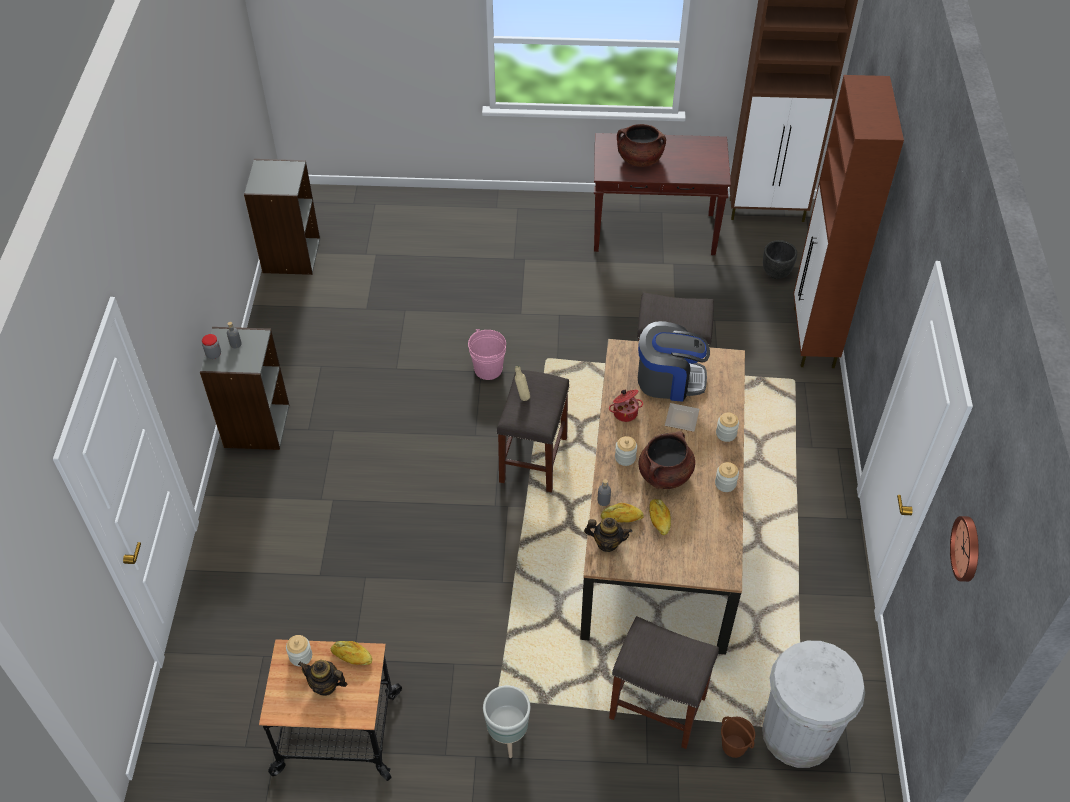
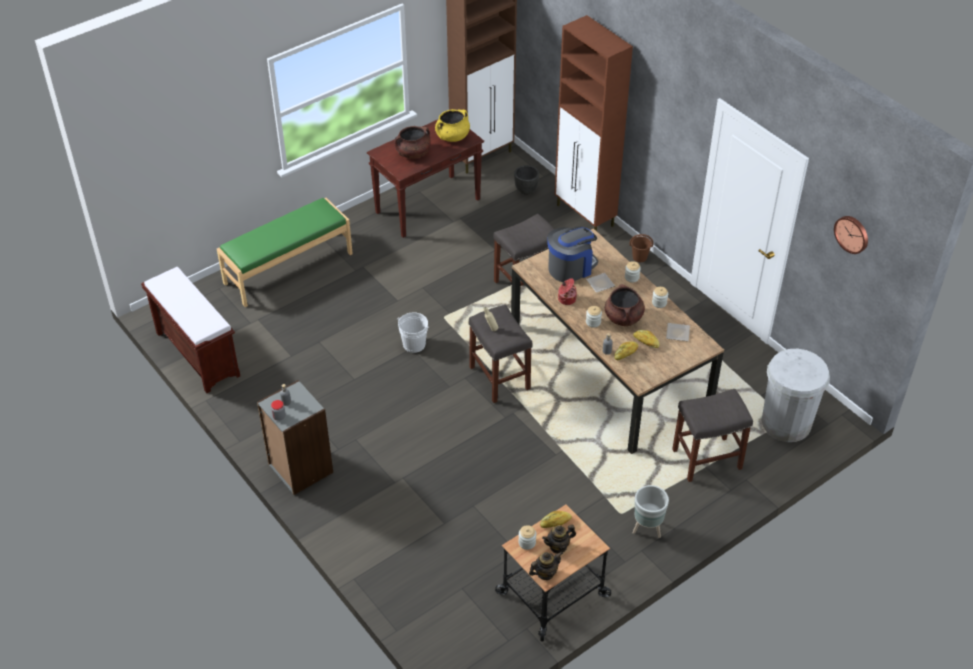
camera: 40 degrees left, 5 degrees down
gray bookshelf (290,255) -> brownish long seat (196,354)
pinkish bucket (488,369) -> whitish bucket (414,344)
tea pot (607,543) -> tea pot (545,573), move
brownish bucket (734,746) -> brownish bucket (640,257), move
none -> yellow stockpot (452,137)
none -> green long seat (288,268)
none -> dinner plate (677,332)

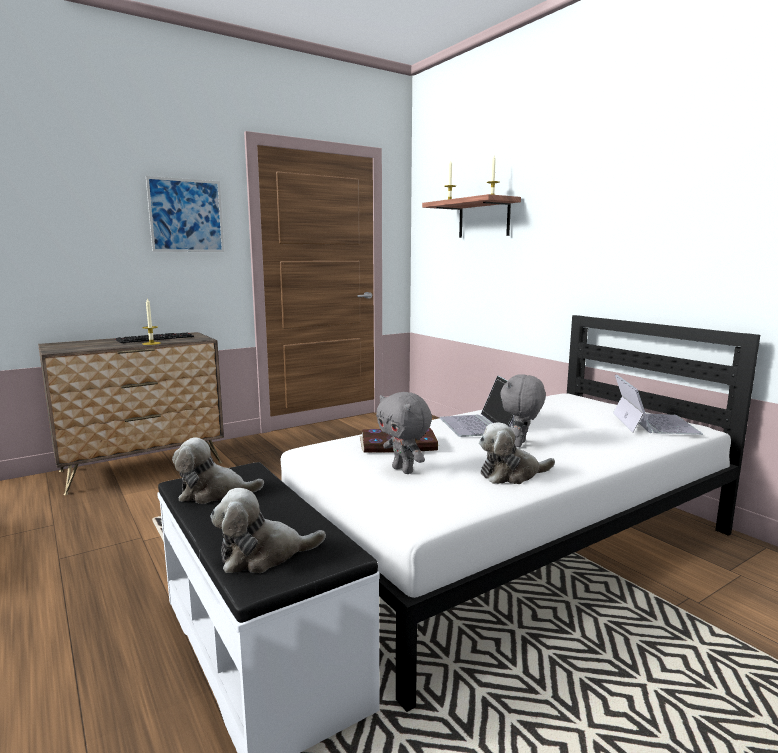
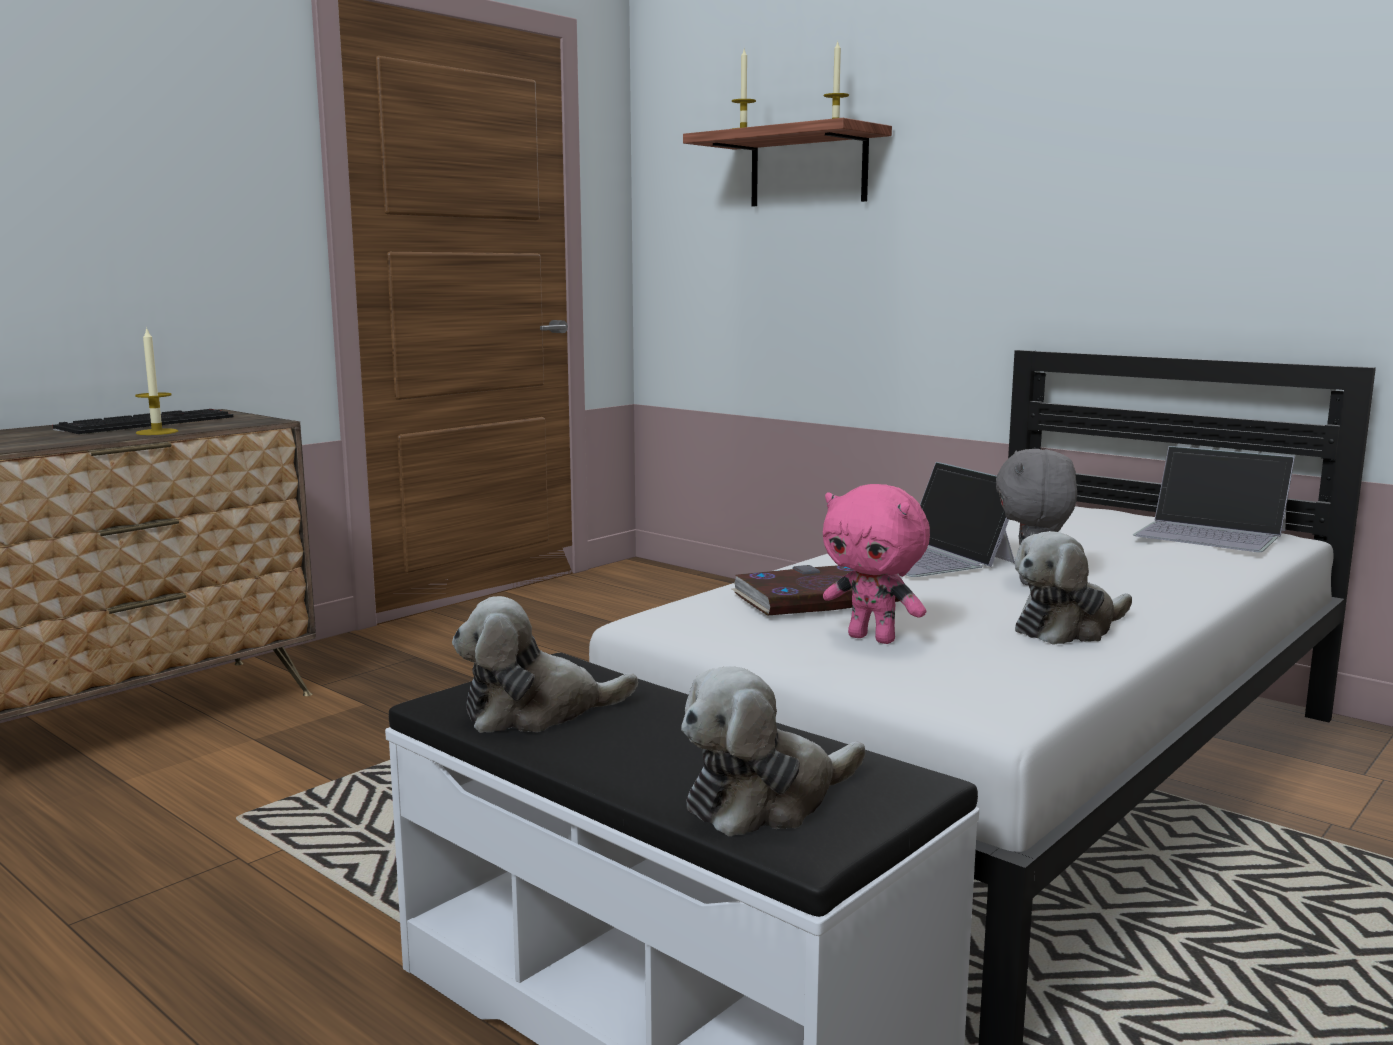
camera: 15 degrees left, 0 degrees up
picture (186,215) -> none
notebook computer (653,423) -> notebook computer (1211,533), 135 degrees clockwise
gray plush toy (404,470) -> pinkish plush toy (873,638)

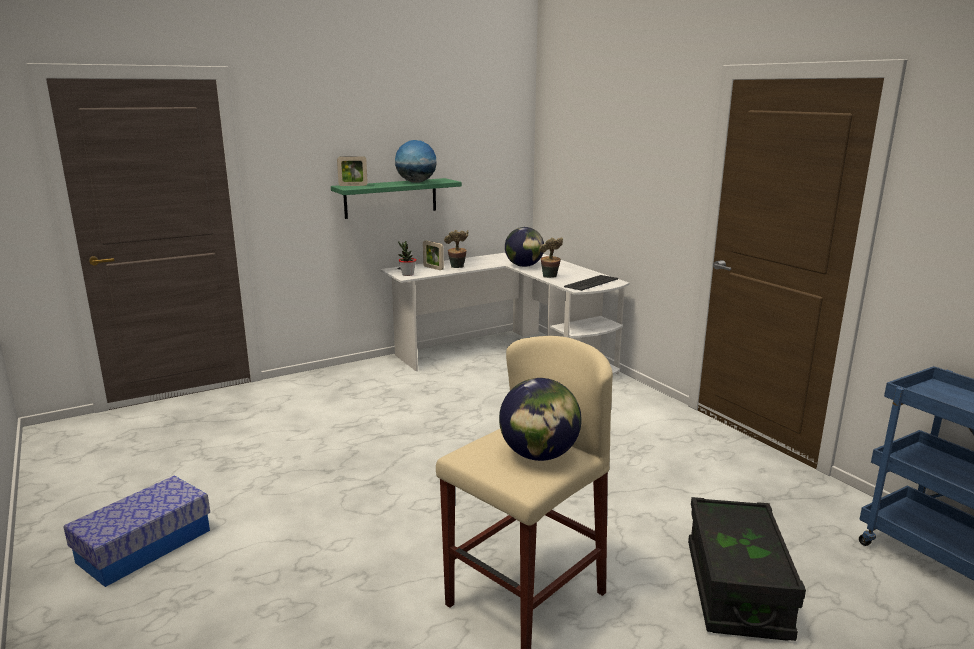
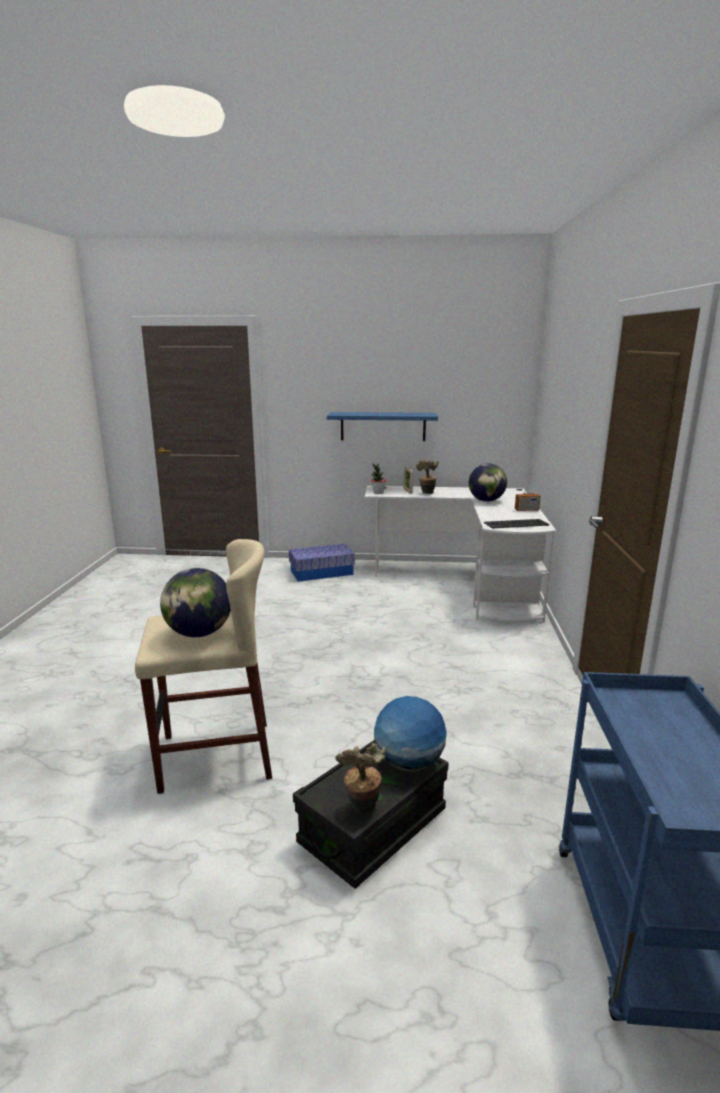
camera: 35 degrees right, 0 degrees up
desk globe (416,182) -> desk globe (408,763), move
photo frame (353,185) -> none
green shelf (391,198) -> blue shelf (383,426)
plant in a pot (550,277) -> plant in a pot (362,808), move
storage bin (145,546) -> storage bin (321,572), move
none -> radio (526,510)

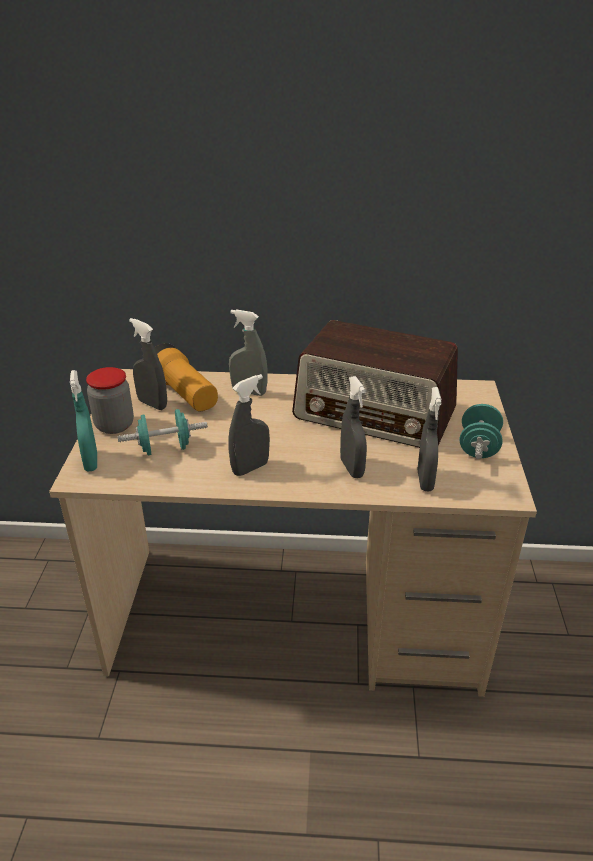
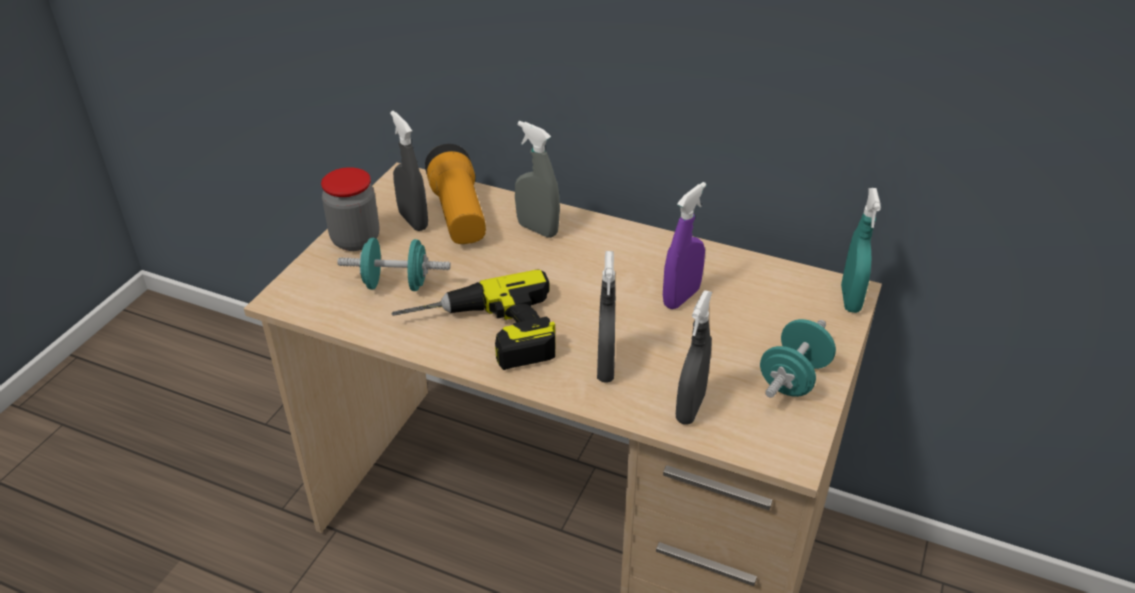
camera: 20 degrees right, 5 degrees up
radio (375,414) -> purple spray bottle (681,297)
turquoise-coloured spray bottle (91,462) -> turquoise-coloured spray bottle (850,299), move
gray spray bottle (250,468) -> electric drill (481,335)

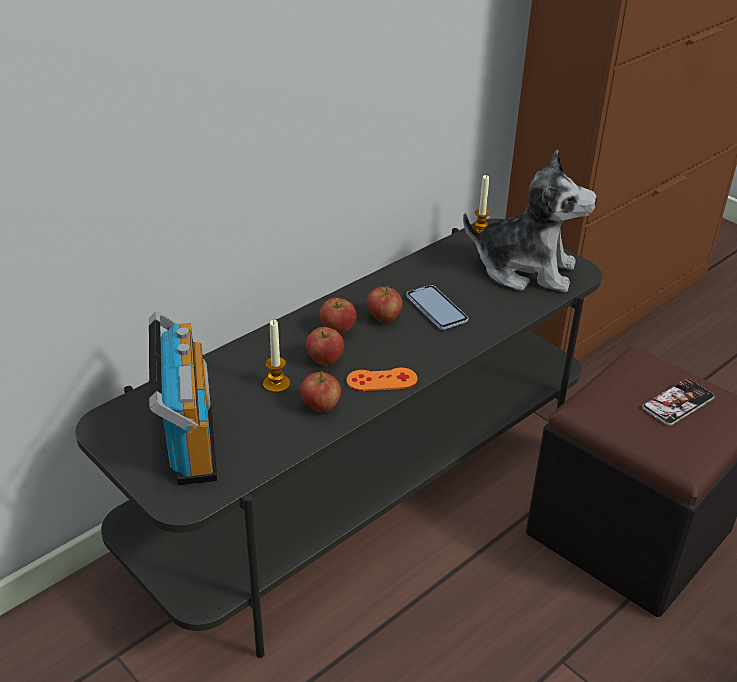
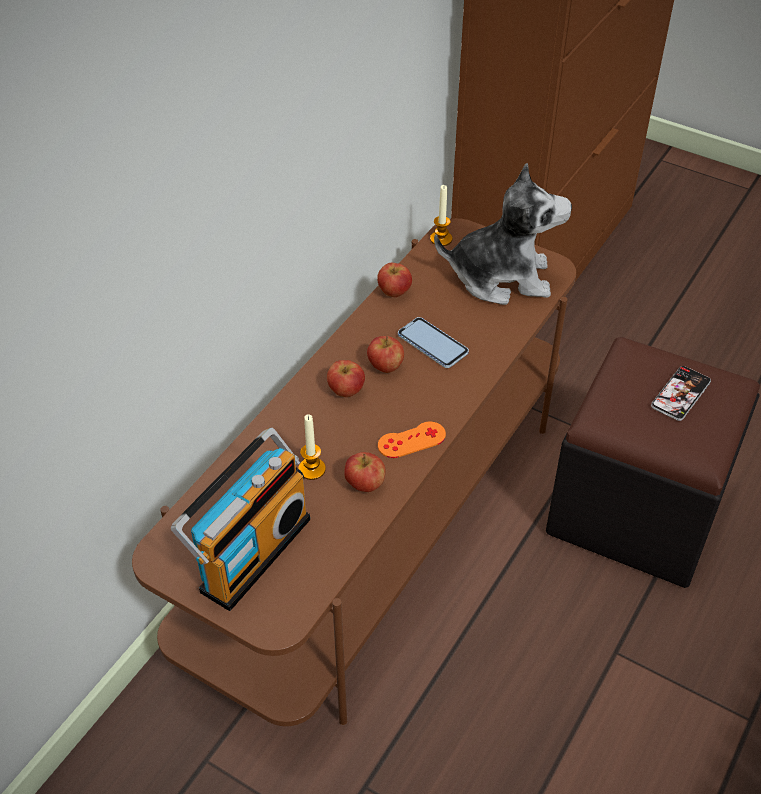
camera: 15 degrees left, 10 degrees up
gray media console (366,490) -> brownish media console (381,524)
radio (187,438) -> radio (251,551), 60 degrees clockwise
apple (325,360) -> apple (394,292), move

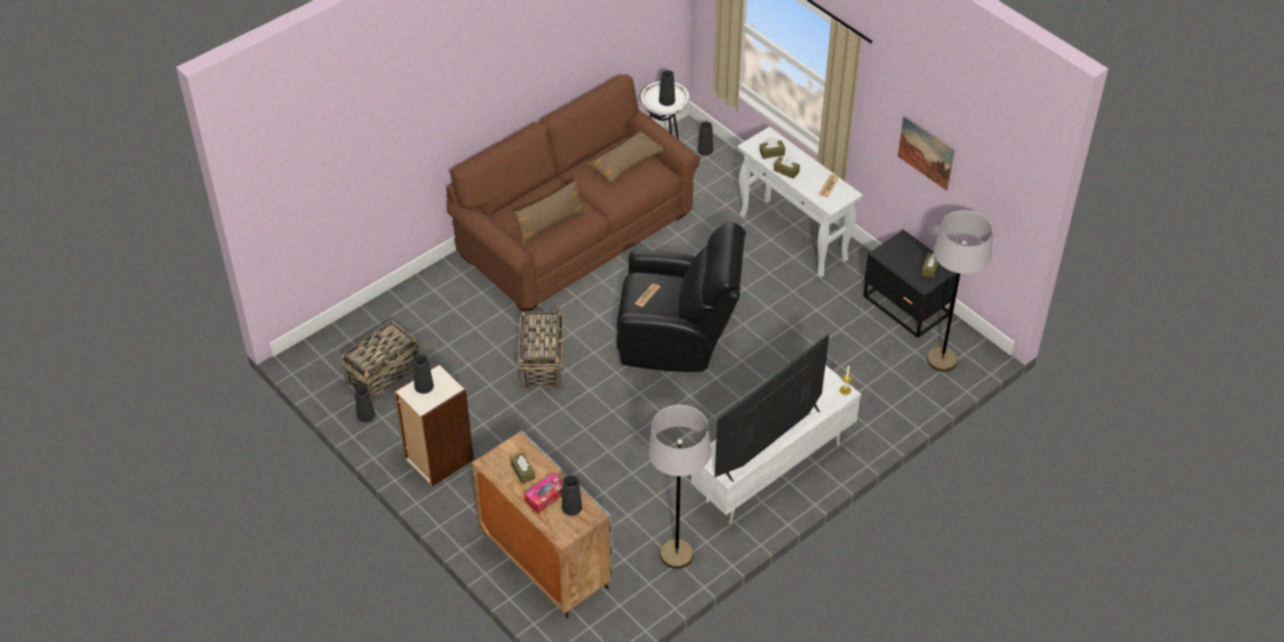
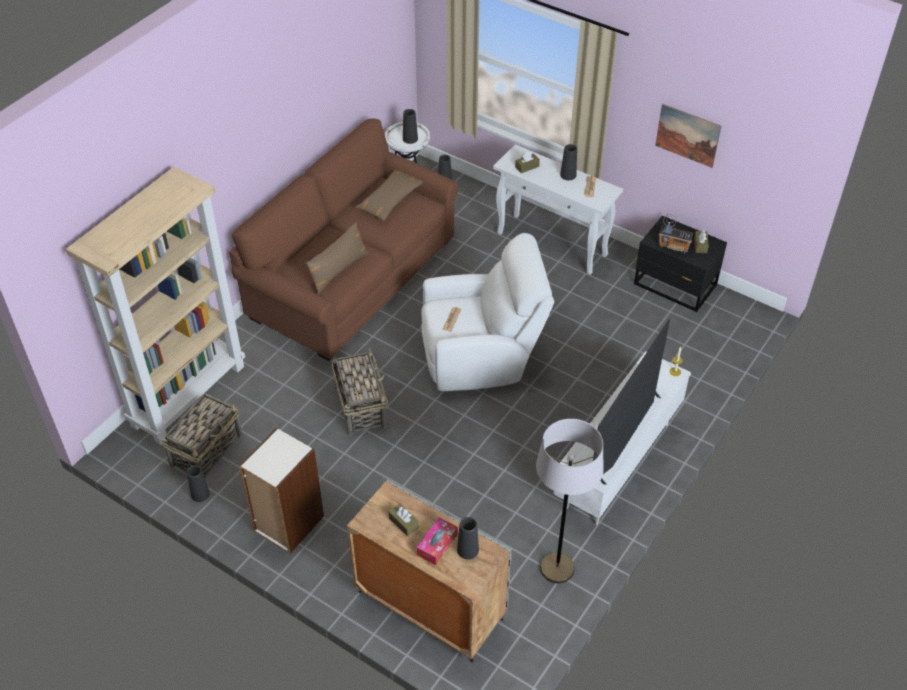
camera: 15 degrees left, 0 degrees up
brownish tissue holder (786,171) -> none
gray floor lamp (942,360) -> none
black lounge chair (678,339) -> whitish lounge chair (482,356)
black vase (424,386) -> black vase (568,175), move
none -> beige-coloured bookshelf (188,394)
none -> radio (674,246)

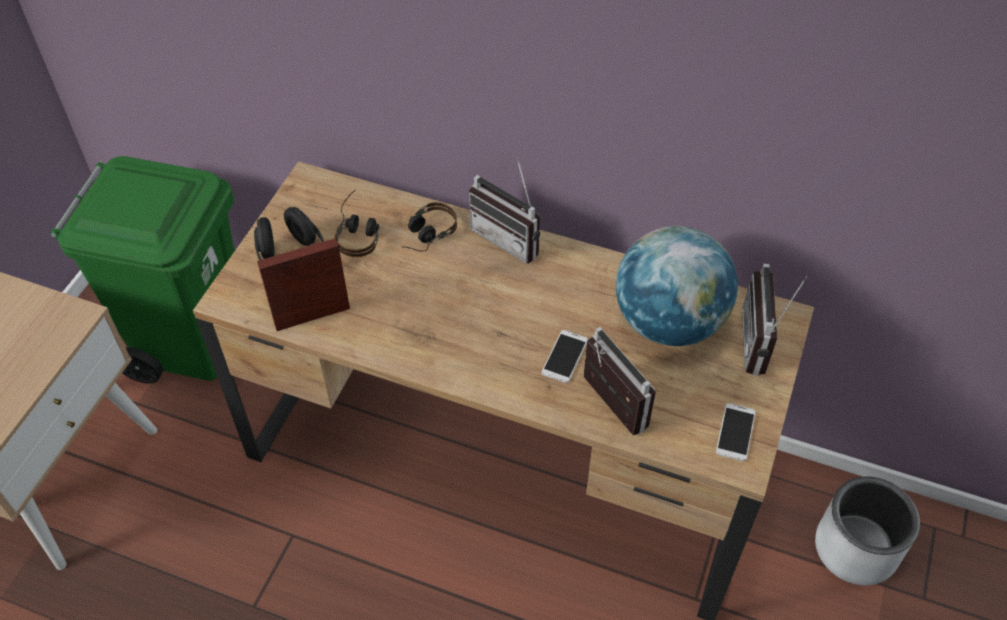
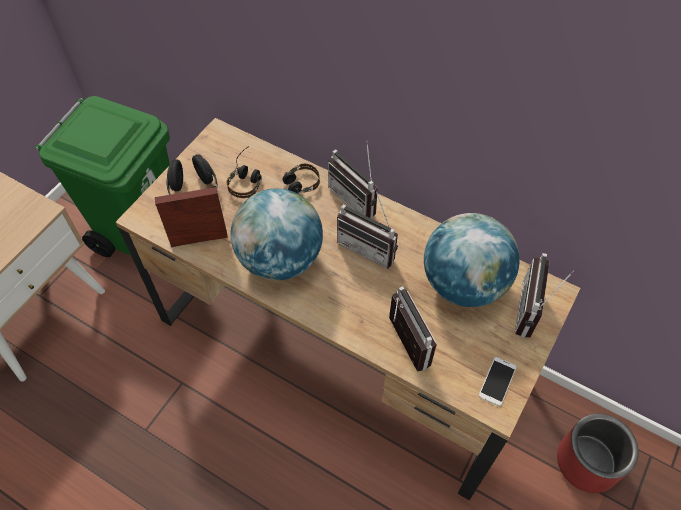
camera: 10 degrees right, 5 degrees up
telephone (564,357) -> none
gray planter (855,549) -> reddish planter (587,462)
none -> desk globe (280,258)
none -> radio (370,246)

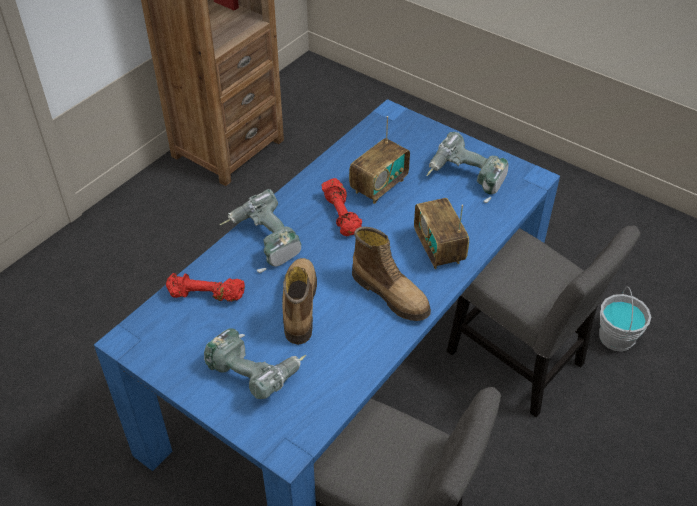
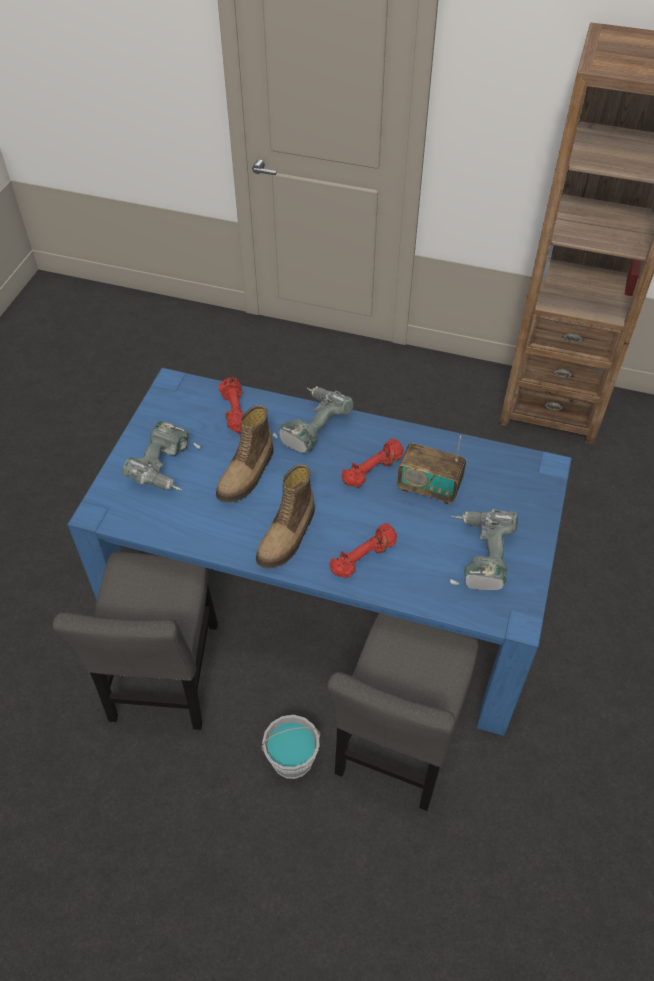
camera: 70 degrees right, 5 degrees up
radio (439,249) -> reddish free weight (363,558)
boot (298,305) -> boot (247,474), 135 degrees clockwise
gray bucket (616,337) -> gray bucket (292,759), move

